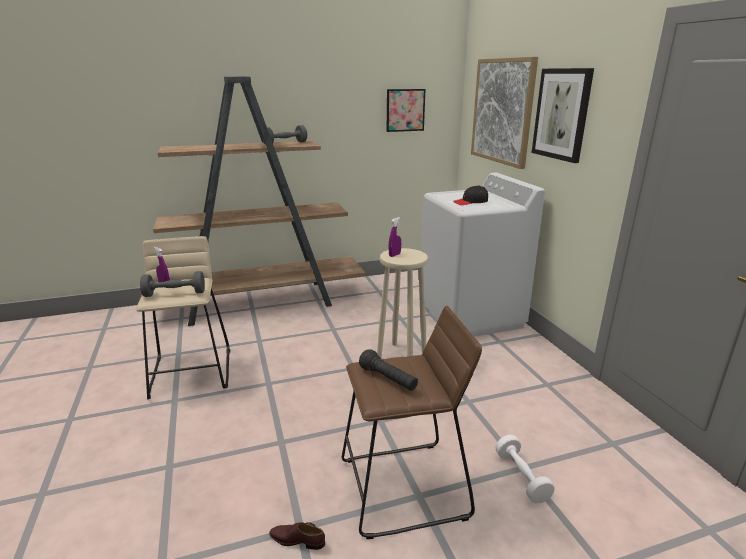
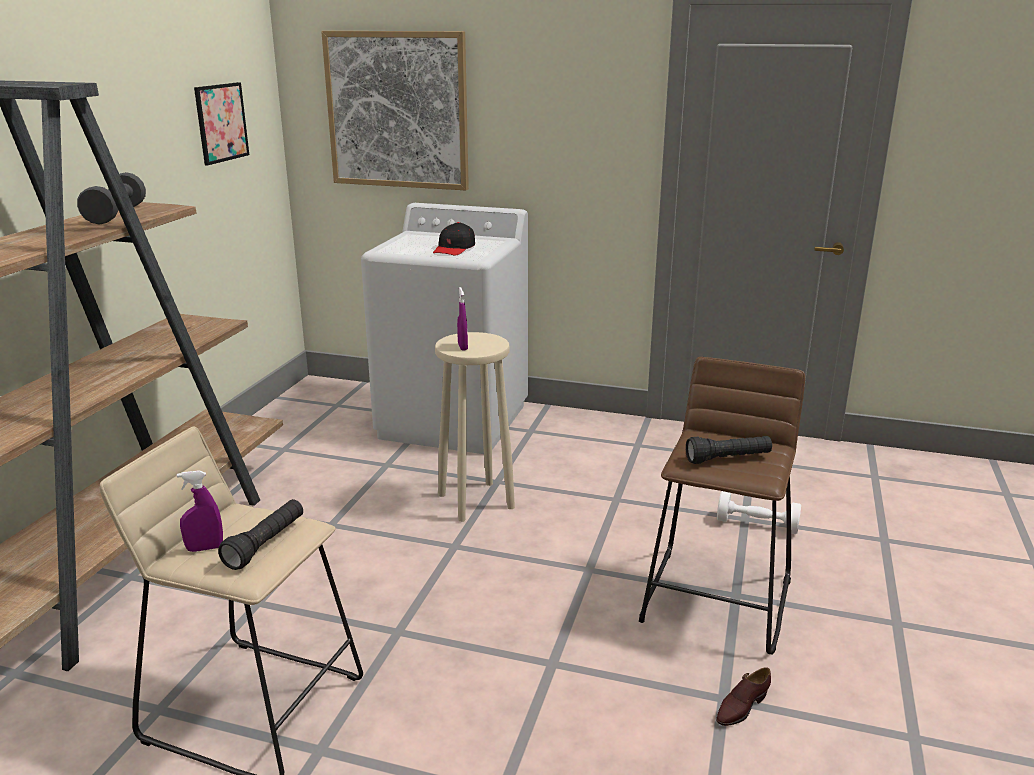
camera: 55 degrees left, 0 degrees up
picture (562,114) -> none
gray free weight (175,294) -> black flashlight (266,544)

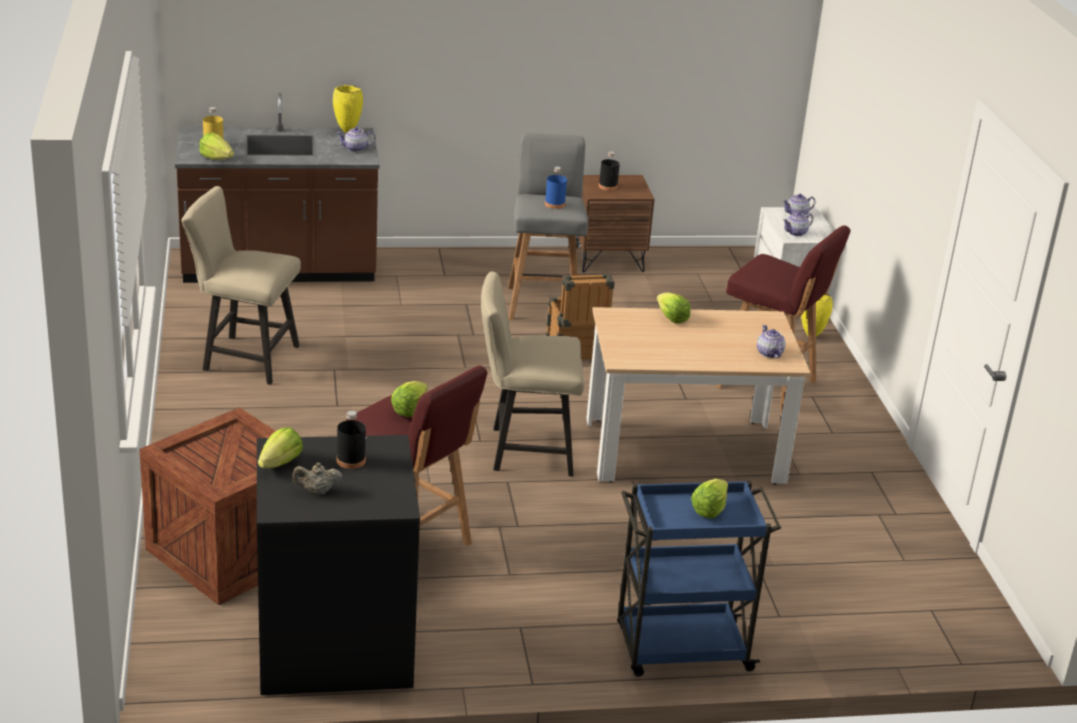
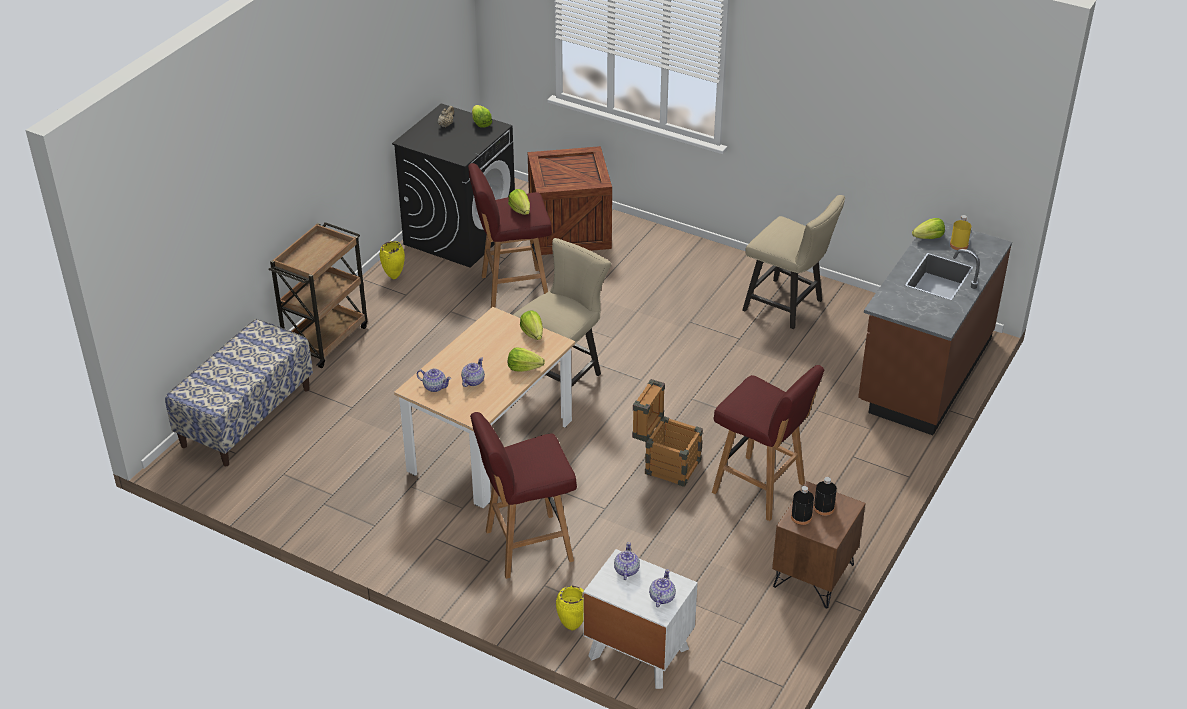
camera: 130 degrees right, 10 degrees up
yellow vase (347,131) -> yellow vase (394,277), move
tea pot (356,149) -> tea pot (472,381), move
gray sitting stool (543,303) -> reddish sitting stool (760,489)
blue drink bottle (555,204) -> none
beige-coloured upright chair (243,358) -> beige-coloured upright chair (788,307), 75 degrees clockwise
black drink bottle (351,460) -> black drink bottle (801,517), move
head of lettuce (709,510) -> head of lettuce (533,334), move
blue cart (681,649) -> brownish cart (326,338)
none -> long seat (246,417)

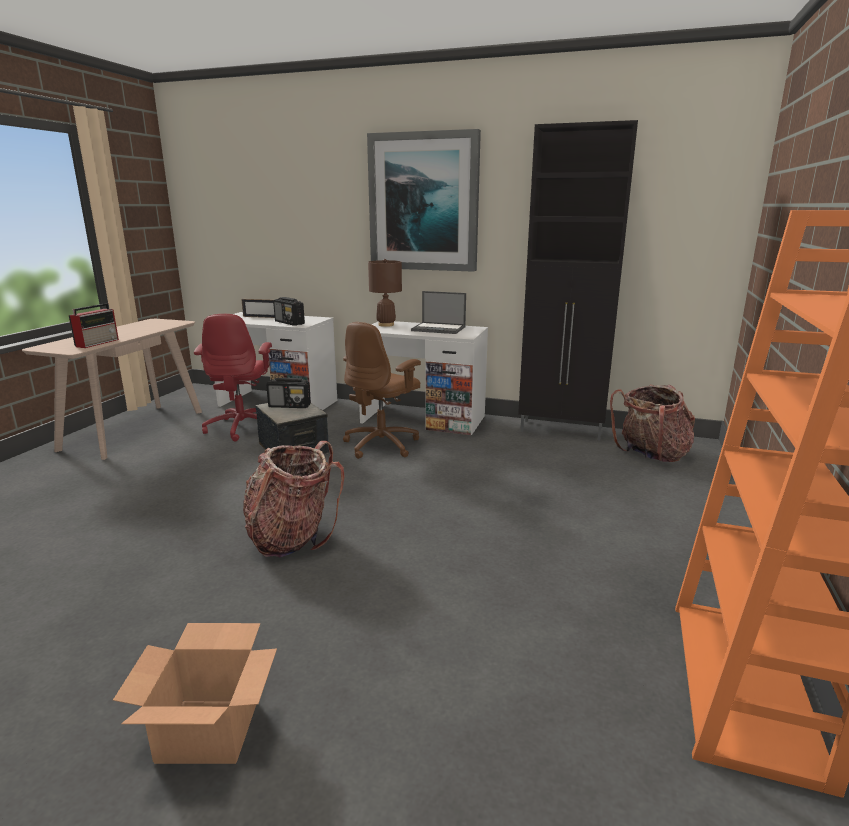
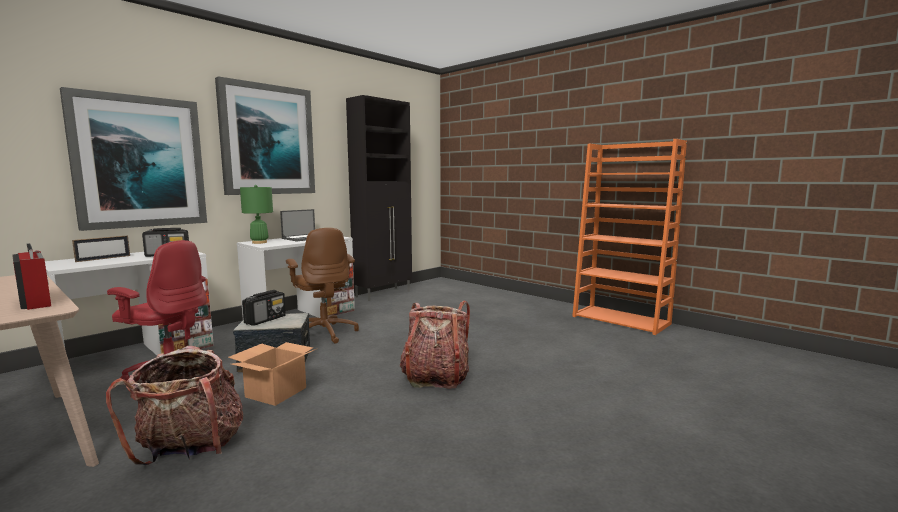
camera: 65 degrees left, 10 degrees down
brownish tabletop lamp (386,325) -> green tabletop lamp (259,242)
backpack (651,455) -> backpack (191,449), move
carton (206,731) -> carton (275,393), move
none -> picture (139,162)

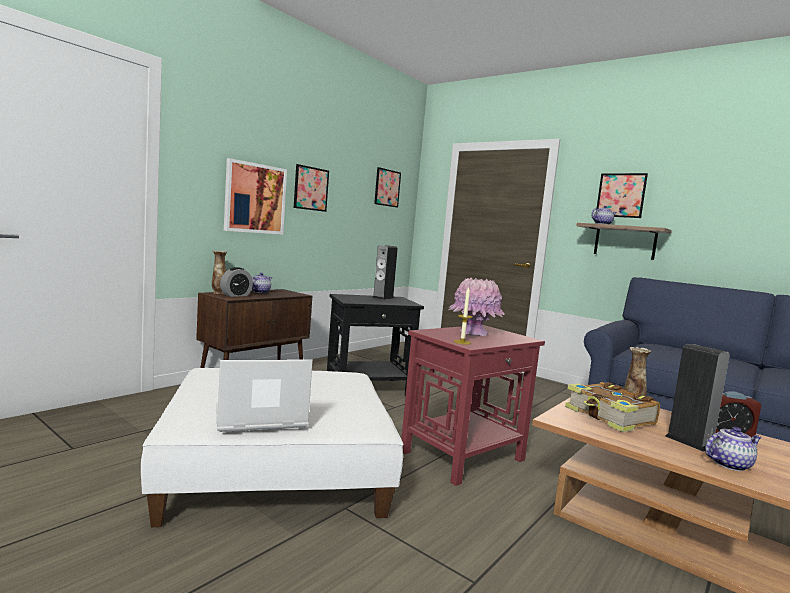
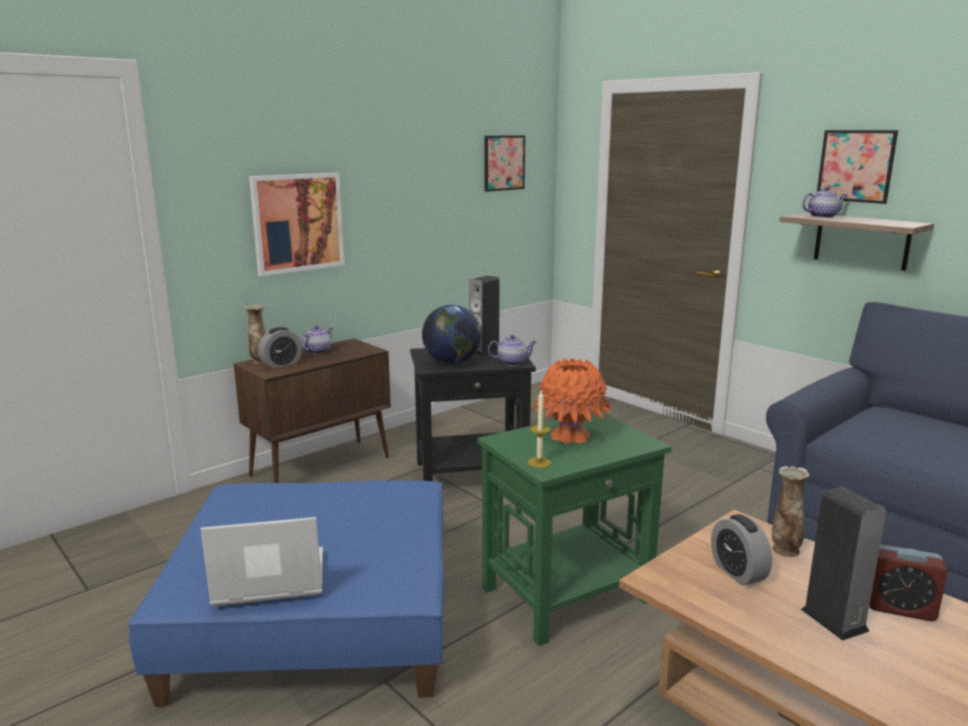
camera: 10 degrees right, 10 degrees up
picture (311,188) -> none
pinkish vase (473,333) -> orangey vase (570,436)
reddish side table (463,456) -> green side table (567,595)
whitish pouffe (276,469) -> blue pouffe (315,619)
volume (610,417) -> alarm clock (738,572)
tea pot (729,464) -> tea pot (512,362), move
none -> desk globe (452,362)

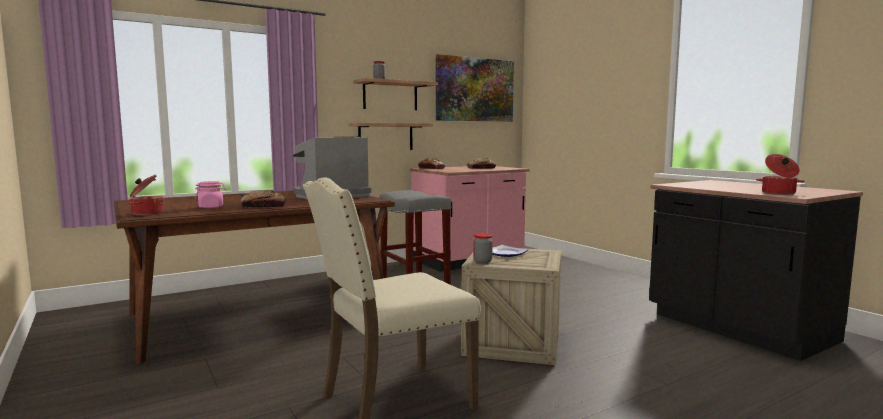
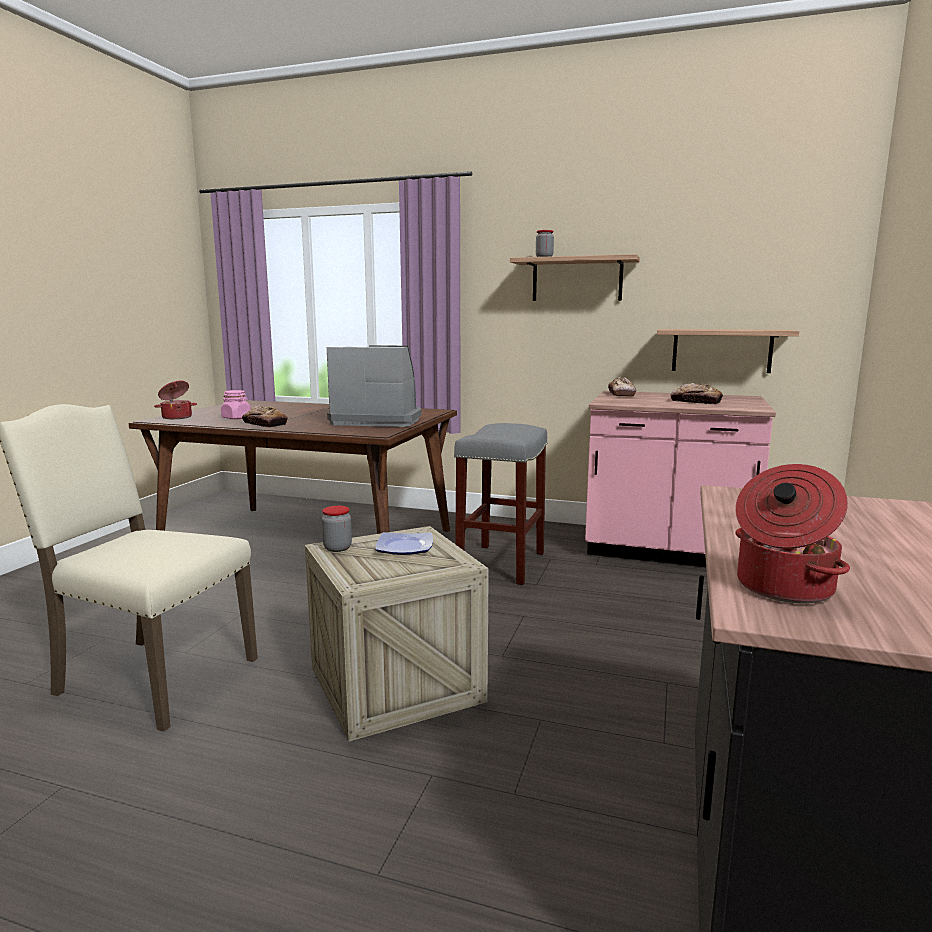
camera: 50 degrees right, 5 degrees up
picture (475,89) -> none
shelf (385,137) -> shelf (721,350), move

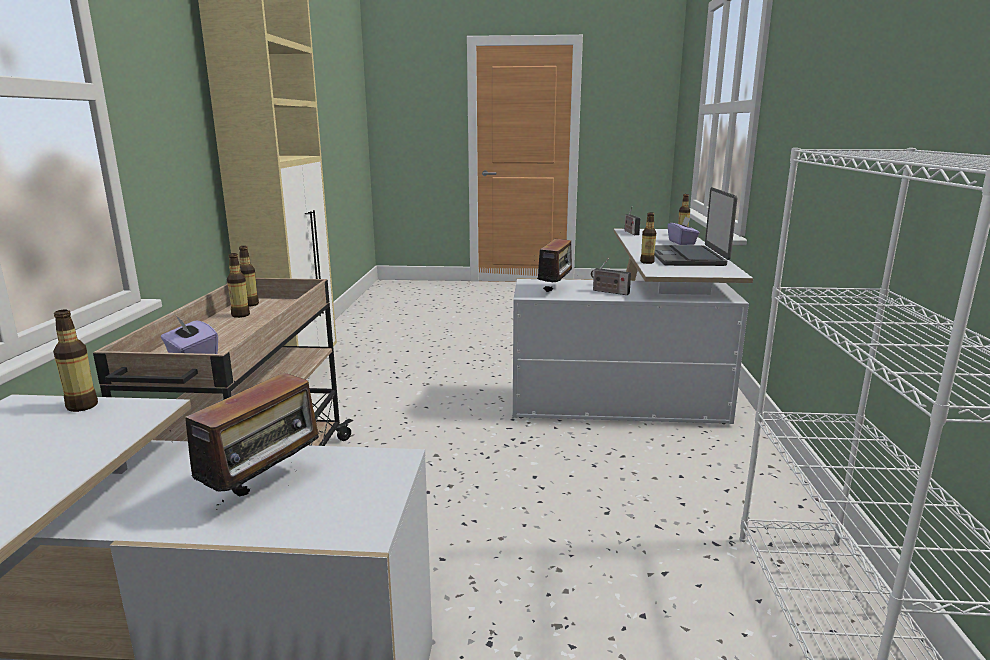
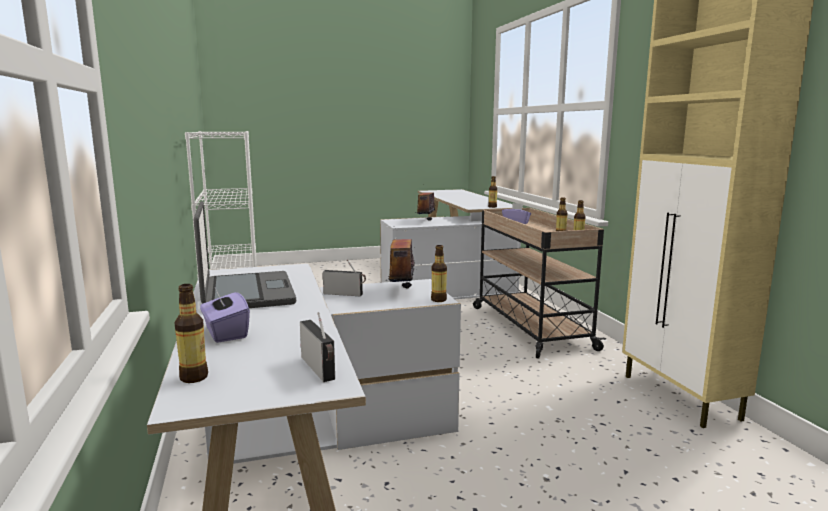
camera: 160 degrees right, 5 degrees down
drink bottle (647,262) -> drink bottle (438,300), move

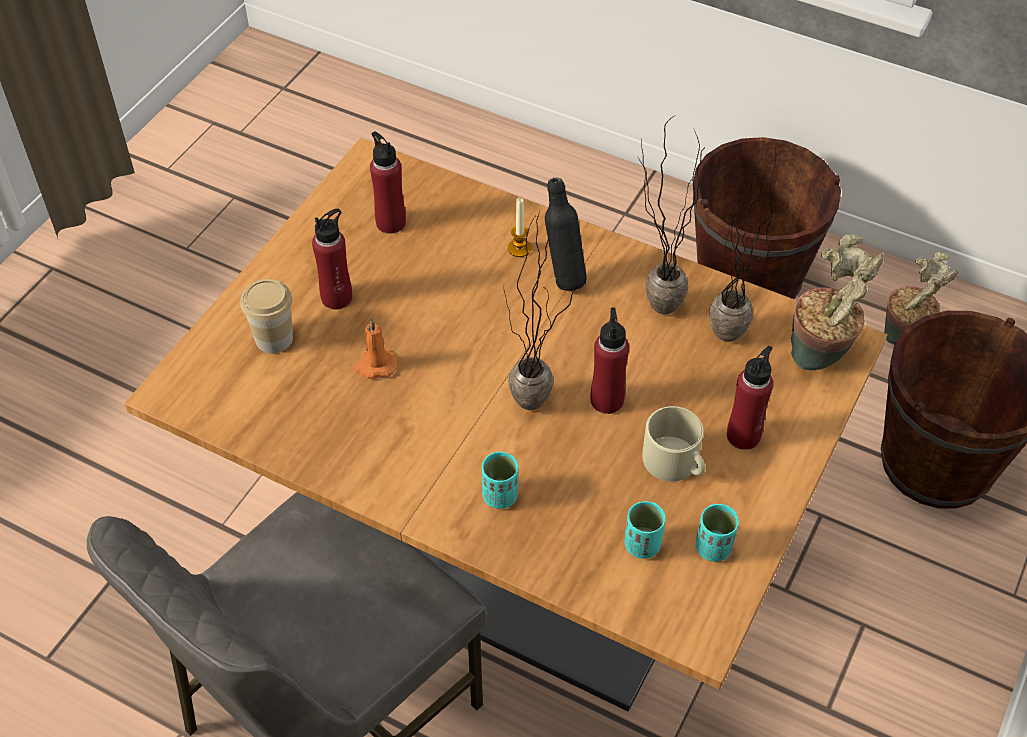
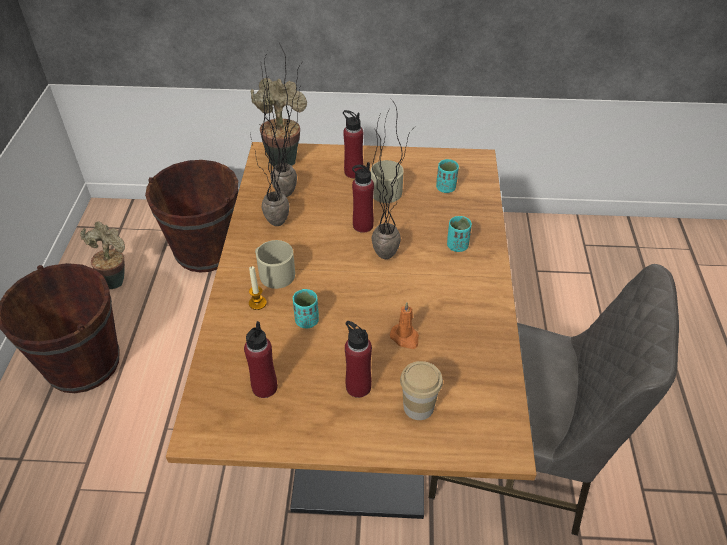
camera: 115 degrees left, 5 degrees down
black drink bottle (563,277) -> beige-coloured tea mug (273,273)
turquoise-coloured small cup (713,548) -> turquoise-coloured small cup (307,321), move

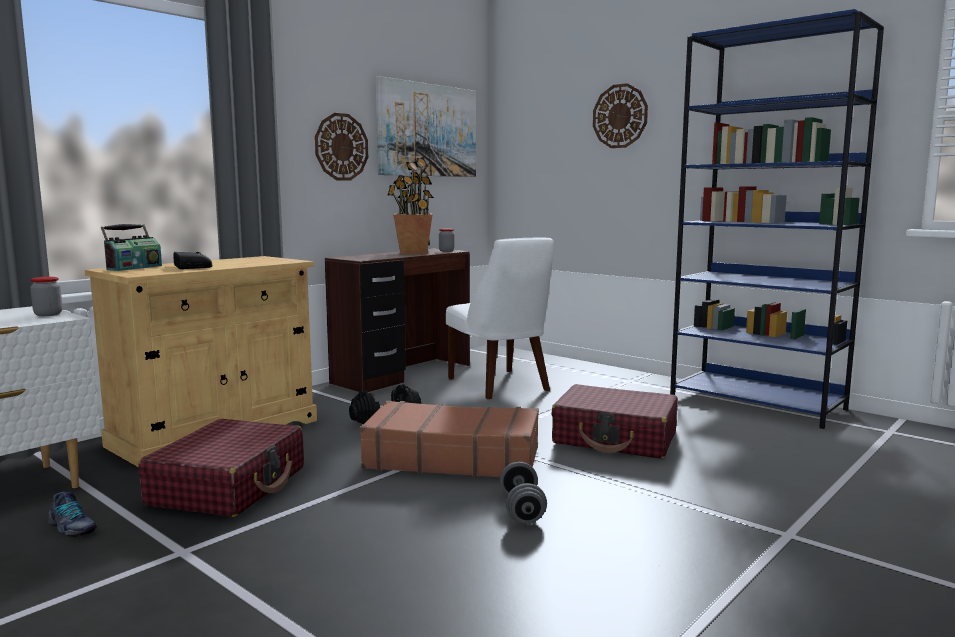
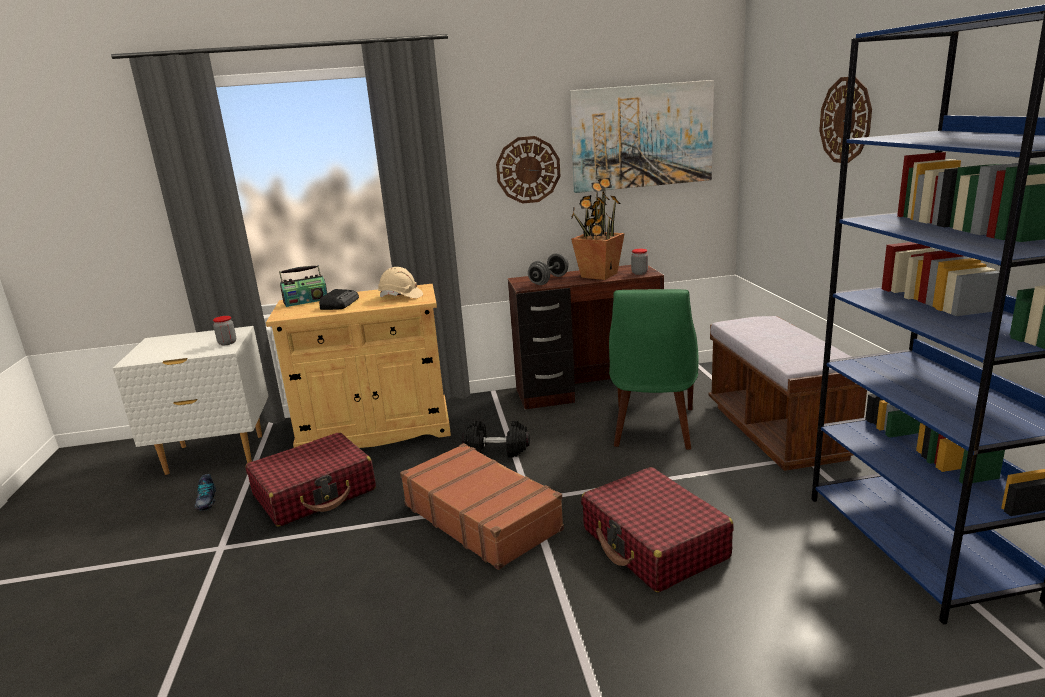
camera: 40 degrees right, 10 degrees up
whitish upright chair (500,385) -> green upright chair (653,429)
gray free weight (522,510) -> gray free weight (549,280), move
none -> beige-coloured hard hat (400,296)
none -> brownish long seat (777,432)

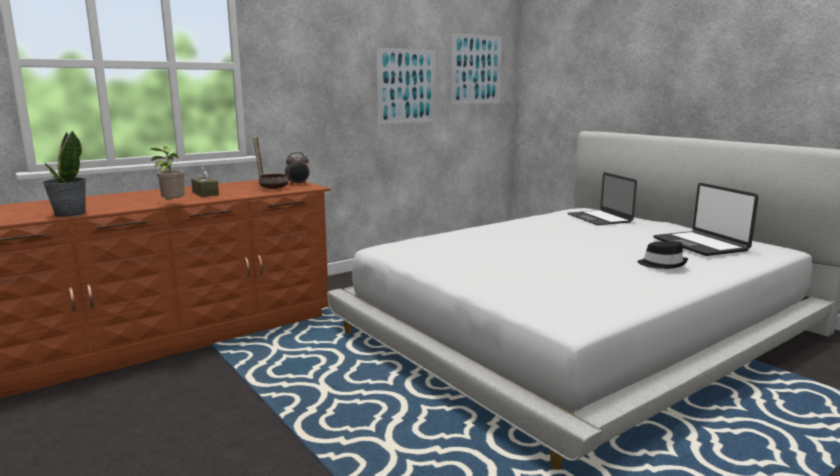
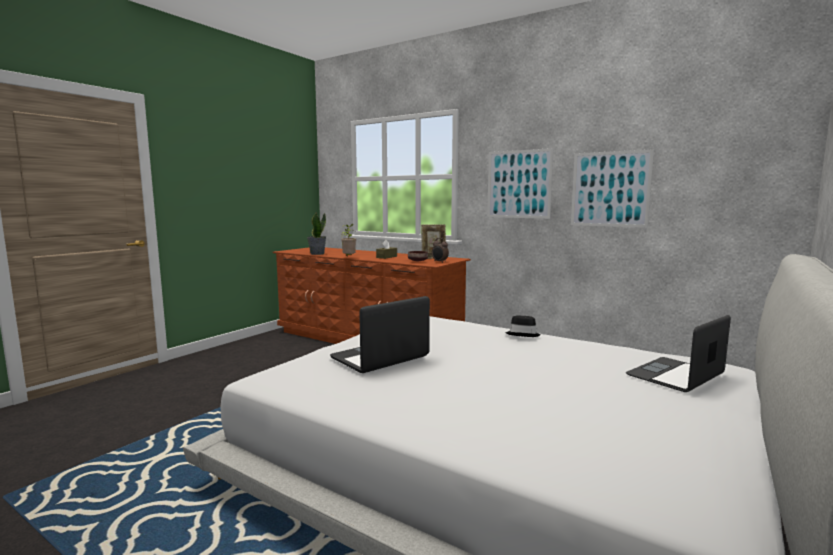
camera: 70 degrees right, 5 degrees down
picture (476,69) -> picture (518,184), move
notebook computer (700,245) -> notebook computer (380,358), move
black clothing hat (662,264) -> black clothing hat (523,334), move

